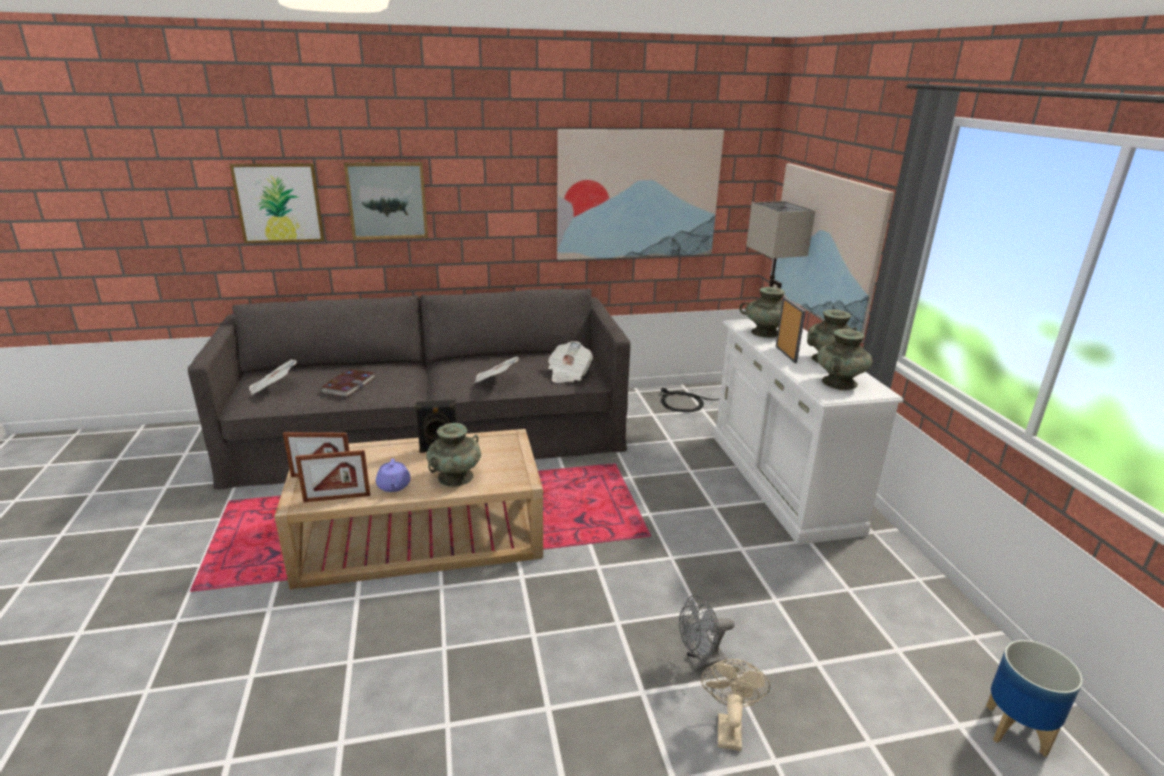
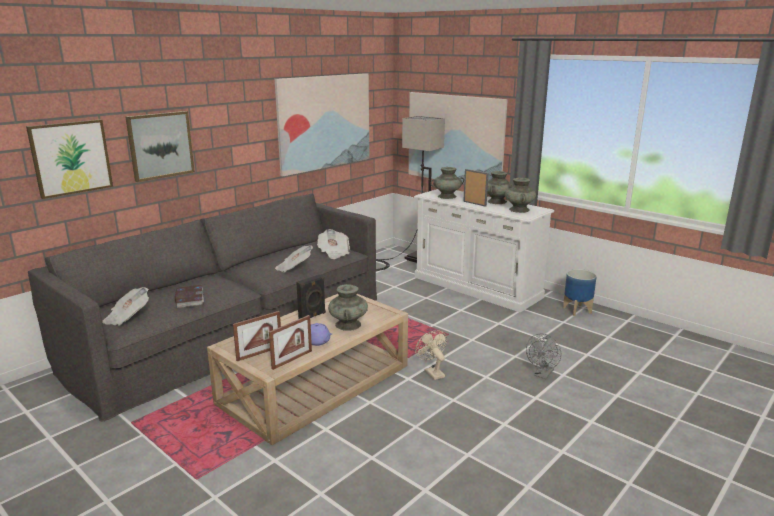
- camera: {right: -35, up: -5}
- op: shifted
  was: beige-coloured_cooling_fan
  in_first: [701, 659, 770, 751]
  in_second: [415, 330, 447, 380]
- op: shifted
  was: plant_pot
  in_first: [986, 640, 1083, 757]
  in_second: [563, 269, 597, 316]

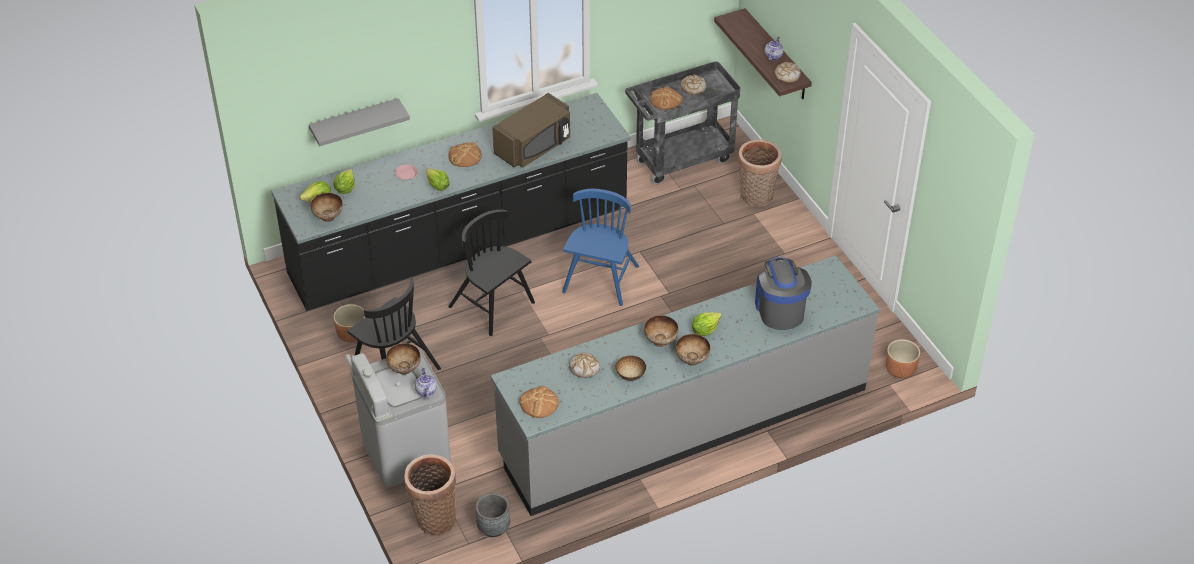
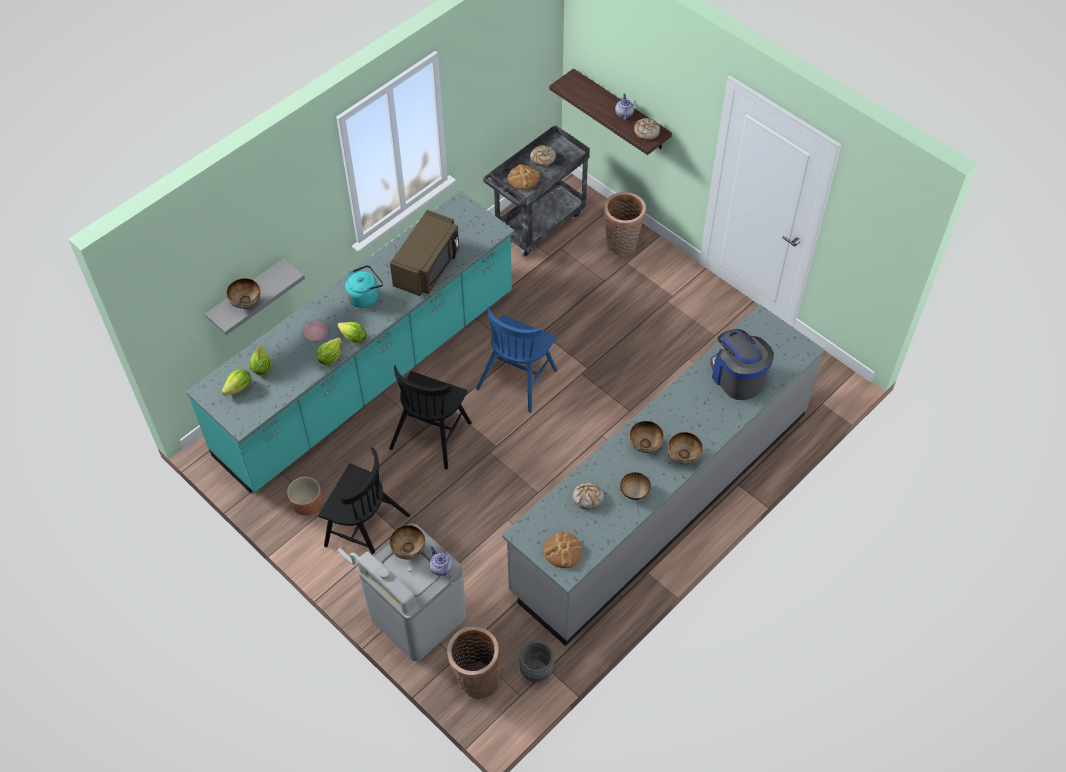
- camera: {right: -20, up: 10}
- op: repainted
  was: black-coloured_kitchen_counter
  now: blue-green_kitchen_counter
  in_first: [271, 93, 630, 311]
  in_second: [186, 191, 515, 493]
- op: shifted
  was: deep_dish
  in_first: [310, 193, 343, 222]
  in_second: [226, 278, 260, 309]
- op: shifted
  was: head_of_lettuce
  in_first: [692, 312, 722, 336]
  in_second: [317, 338, 342, 365]
- op: swapped
  was: bread
  now: blue-green_tea_kettle
  in_first: [448, 142, 482, 167]
  in_second: [345, 265, 383, 308]
- op: rotated
  was: black-coloured_chair
  in_first: [448, 210, 535, 336]
  in_second: [389, 365, 472, 470]
  clockwise: -90
- op: rotated
  was: bluish_chair
  in_first: [562, 189, 639, 306]
  in_second: [476, 306, 557, 413]
  clockwise: -150
- op: gone
  was: brownish_plant_pot
  in_first: [886, 339, 920, 378]

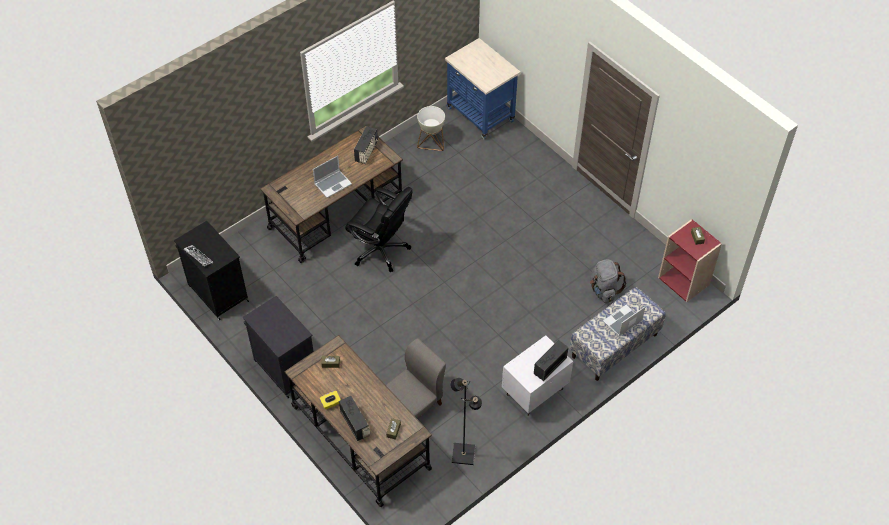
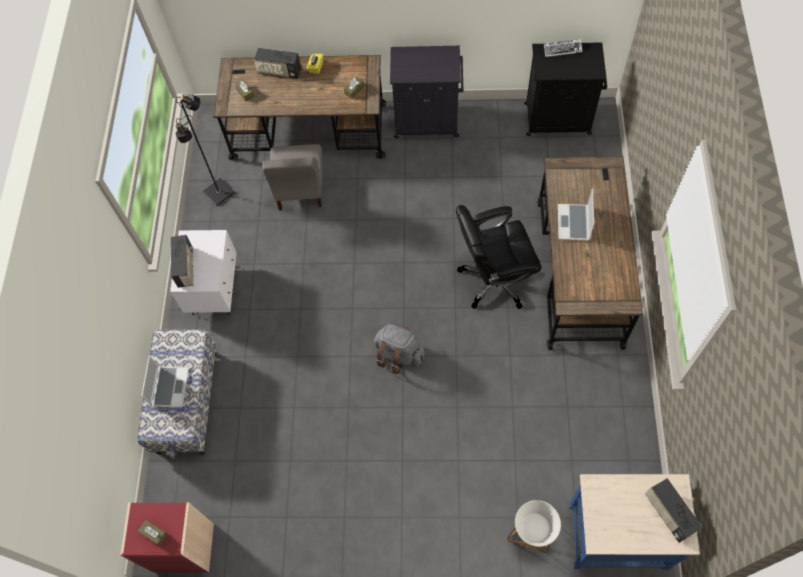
- camera: {right: 135, up: 10}
- op: shifted
  was: gray_backpack
  in_first: [590, 259, 627, 303]
  in_second: [374, 324, 425, 374]
- op: shifted
  was: plant_pot
  in_first: [417, 106, 445, 151]
  in_second: [507, 500, 561, 553]
- op: shifted
  was: radio_receiver
  in_first: [354, 126, 378, 164]
  in_second: [645, 478, 702, 543]

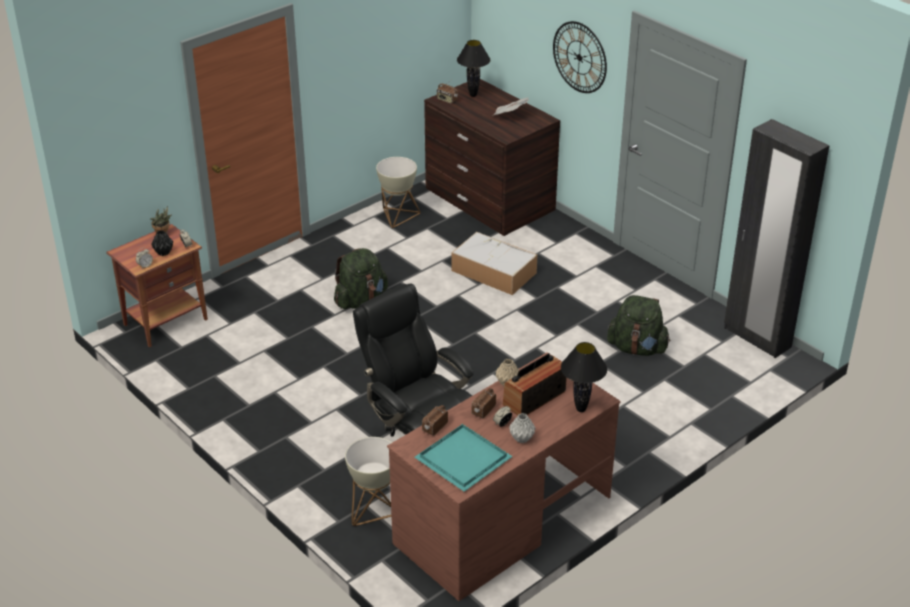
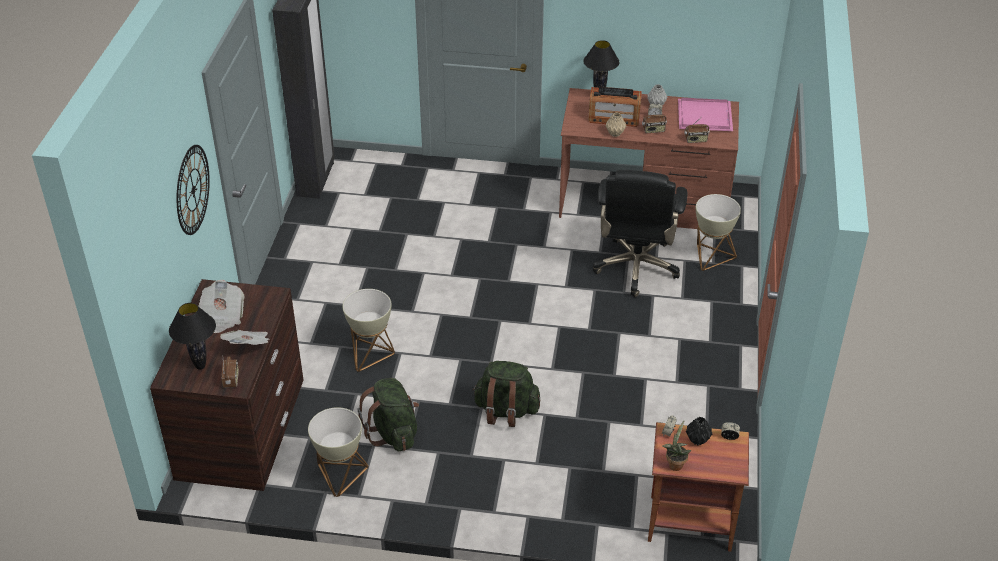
- camera: {right: -130, up: 5}
- op: new
  now: printed_paper
  in_second: [220, 330, 269, 345]
- op: swapped
  was: storage_bin
  now: plant_pot
  in_first: [451, 232, 537, 295]
  in_second: [342, 289, 395, 372]
- op: shifted
  was: green-coloured_backpack
  in_first: [607, 295, 670, 356]
  in_second: [357, 378, 419, 451]
- op: repainted
  was: blue-green_serving_tray
  now: pinkish_serving_tray
  in_first: [415, 424, 513, 492]
  in_second: [678, 98, 733, 131]

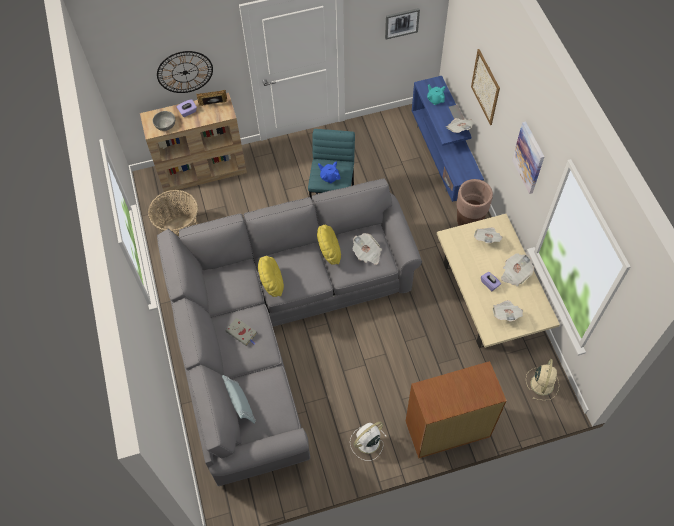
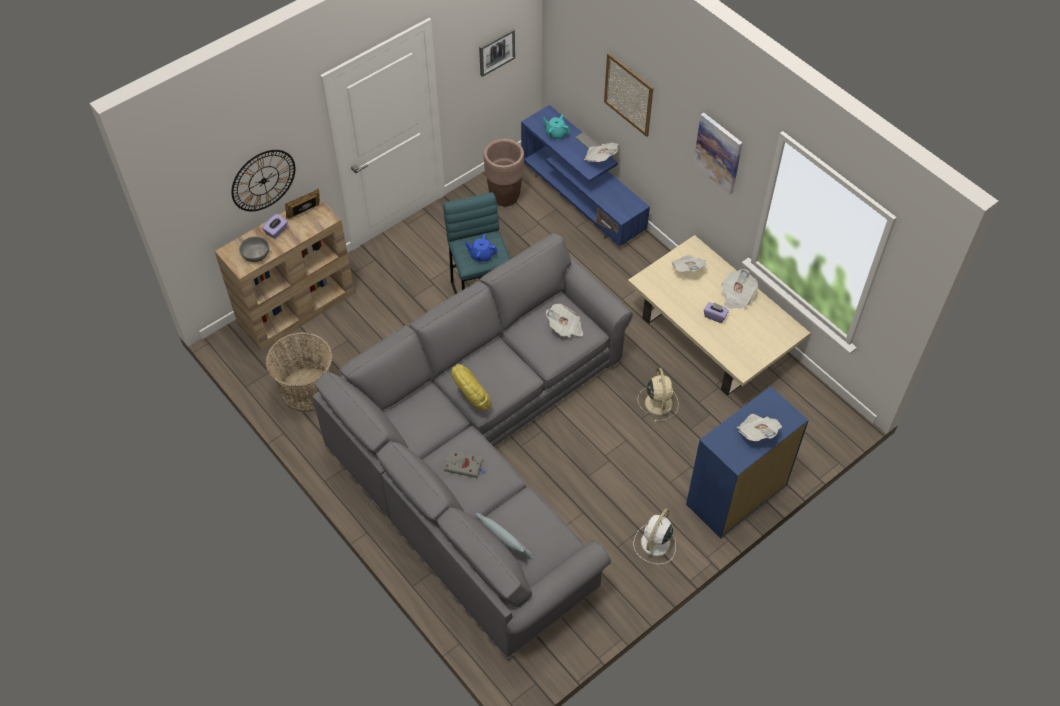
- camera: {right: -25, up: -5}
- op: shifted
  was: brownish_plant_pot
  in_first: [457, 179, 493, 226]
  in_second: [484, 139, 524, 206]
- op: shifted
  was: beige-coloured_cooling_fan
  in_first: [526, 359, 559, 400]
  in_second: [637, 368, 679, 422]
- op: repainted
  was: brownish_cupboard
  now: bluish_cupboard
  in_first: [406, 361, 507, 458]
  in_second: [686, 386, 809, 539]
- op: shifted
  was: printed_paper
  in_first: [493, 300, 523, 322]
  in_second: [737, 414, 782, 441]
- op: gone
  was: yellow_throw_pillow
  in_first: [317, 225, 341, 265]

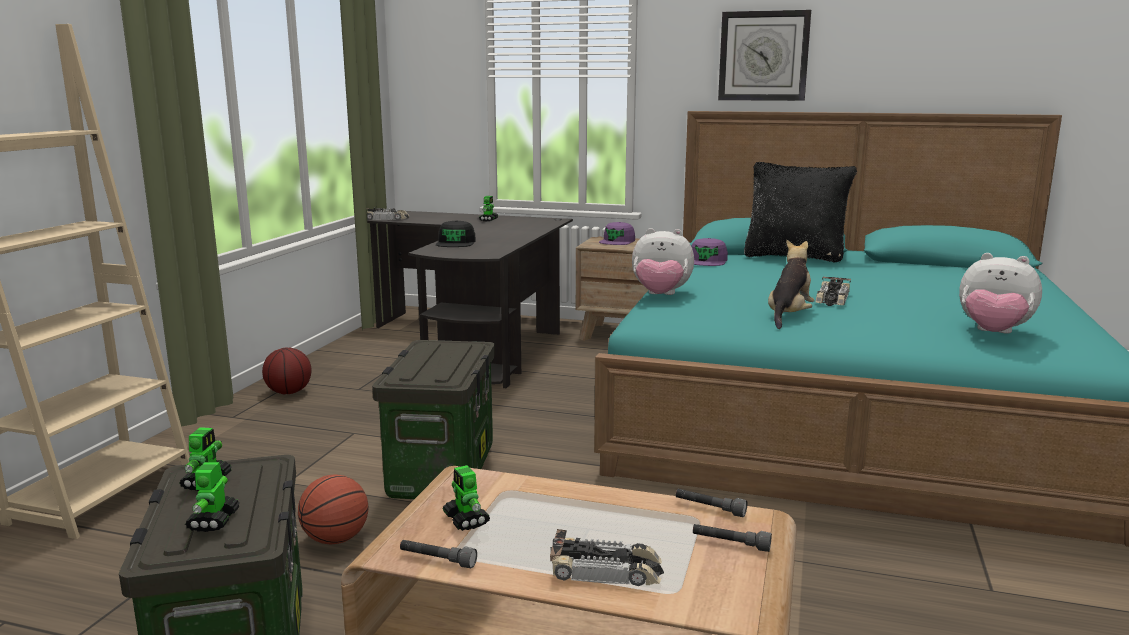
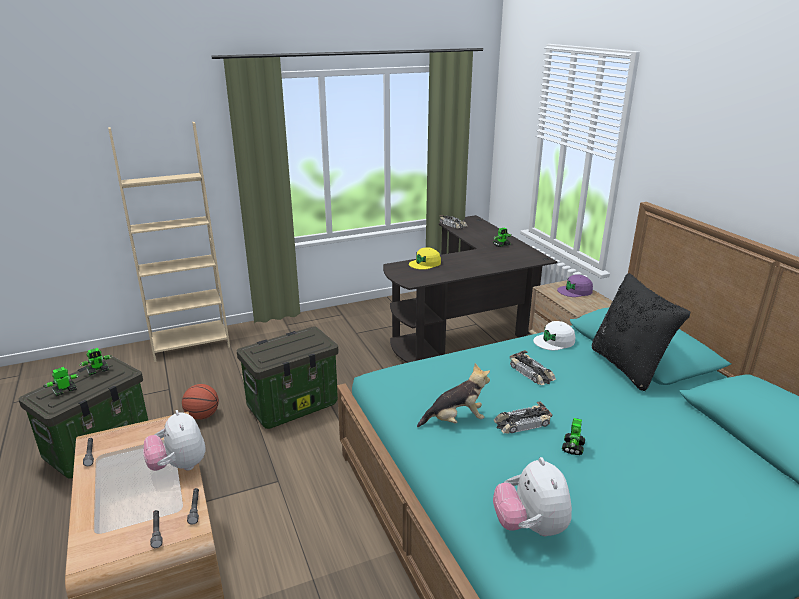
- camera: {right: 50, up: 10}
- op: shifted
  was: cuddly_toy
  in_first: [632, 228, 694, 295]
  in_second: [143, 410, 205, 471]
- op: repainted
  was: black-coloured_baseball_cap
  now: yellow_baseball_cap
  in_first: [436, 220, 475, 247]
  in_second: [409, 248, 441, 270]
- op: shifted
  was: model_car
  in_first: [550, 529, 664, 586]
  in_second: [510, 350, 556, 385]
- op: repainted
  was: purple-coloured_baseball_cap
  now: whitish_baseball_cap
  in_first: [691, 238, 728, 266]
  in_second: [533, 321, 575, 351]
- op: shifted
  was: toy_robot
  in_first: [442, 465, 490, 531]
  in_second: [562, 418, 585, 455]
- op: gone
  was: basketball_ball
  in_first: [262, 347, 311, 394]
- op: gone
  was: clock_on_the_wall
  in_first: [718, 10, 811, 101]

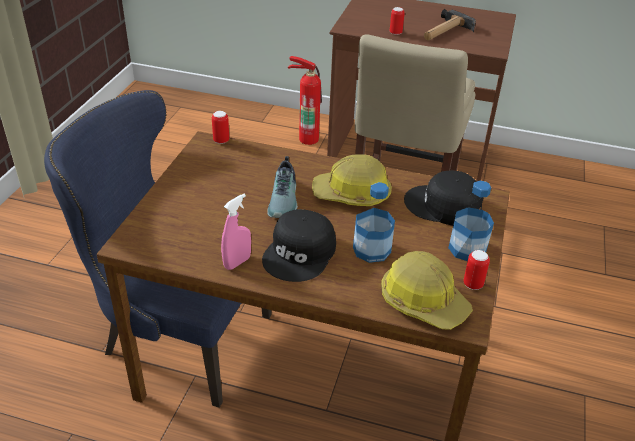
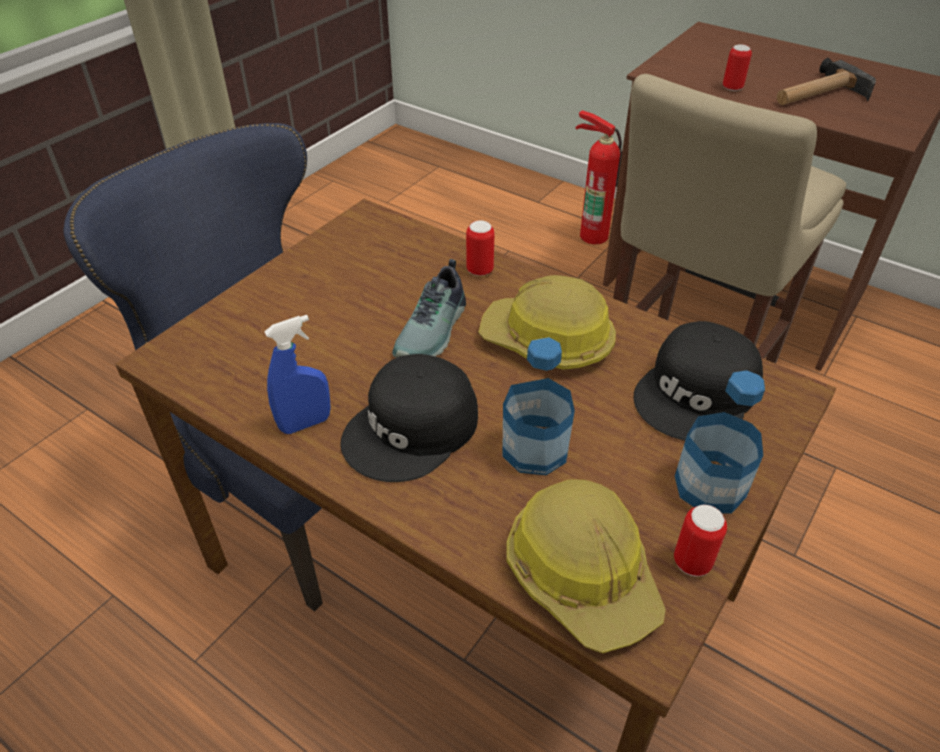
- camera: {right: 20, up: 5}
- op: repainted
  was: pinkish_hand_sprayer
  now: bluish_hand_sprayer
  in_first: [221, 194, 251, 270]
  in_second: [264, 315, 331, 434]
- op: shifted
  was: metal_can
  in_first: [212, 111, 229, 144]
  in_second: [466, 220, 494, 276]
- op: rotated
  was: black-coloured_baseball_cap
  in_first: [404, 171, 483, 226]
  in_second: [634, 321, 763, 441]
  clockwise: -90

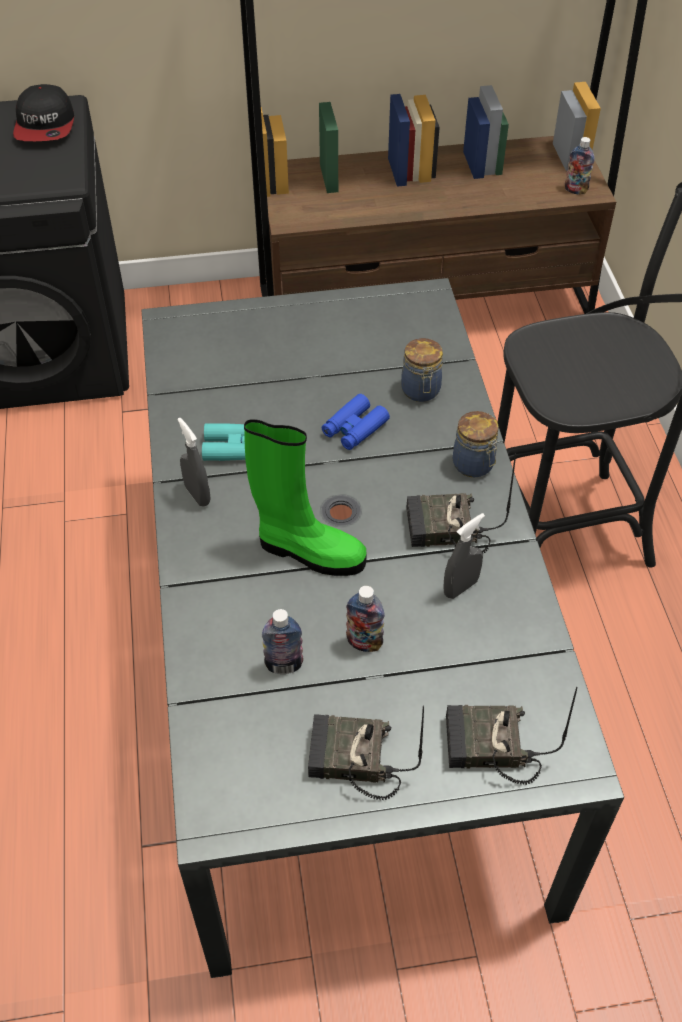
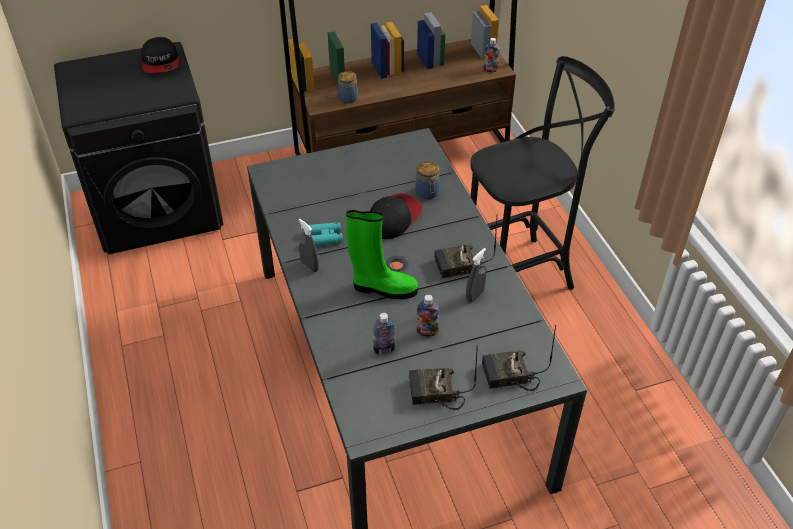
- camera: {right: -10, up: -5}
- op: shifted
  was: storage_jar
  in_first: [453, 411, 499, 477]
  in_second: [338, 71, 358, 103]
- op: swapped
  was: bluish_pair_of_binoculars
  now: baseball_cap
  in_first: [322, 394, 390, 450]
  in_second: [370, 193, 422, 239]

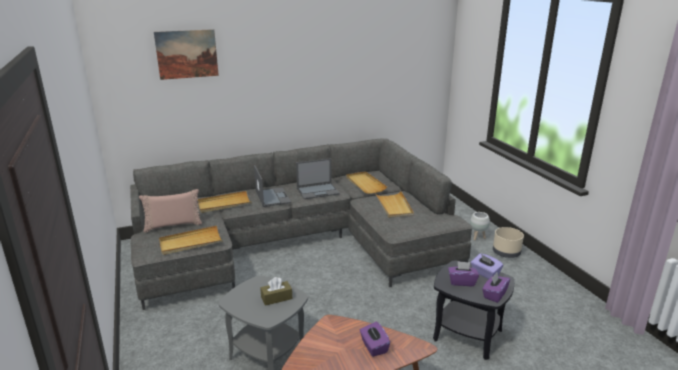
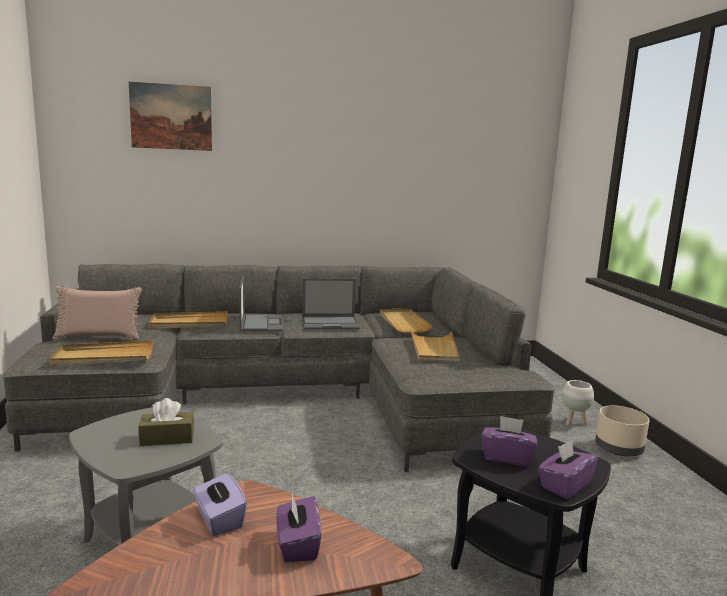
- camera: {right: 10, up: -10}
- op: shifted
  was: purple-coloured_tissue_holder
  in_first: [471, 253, 503, 279]
  in_second: [193, 473, 247, 536]

